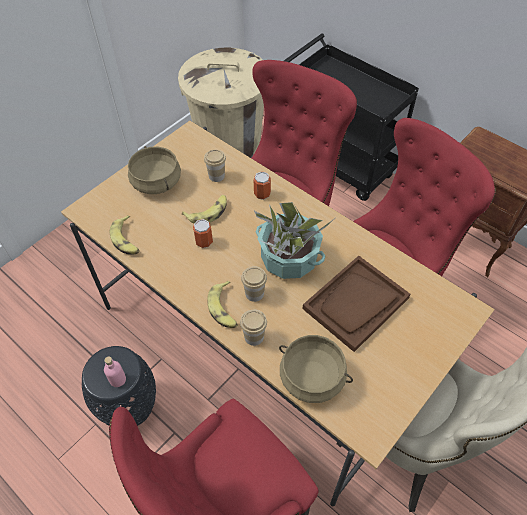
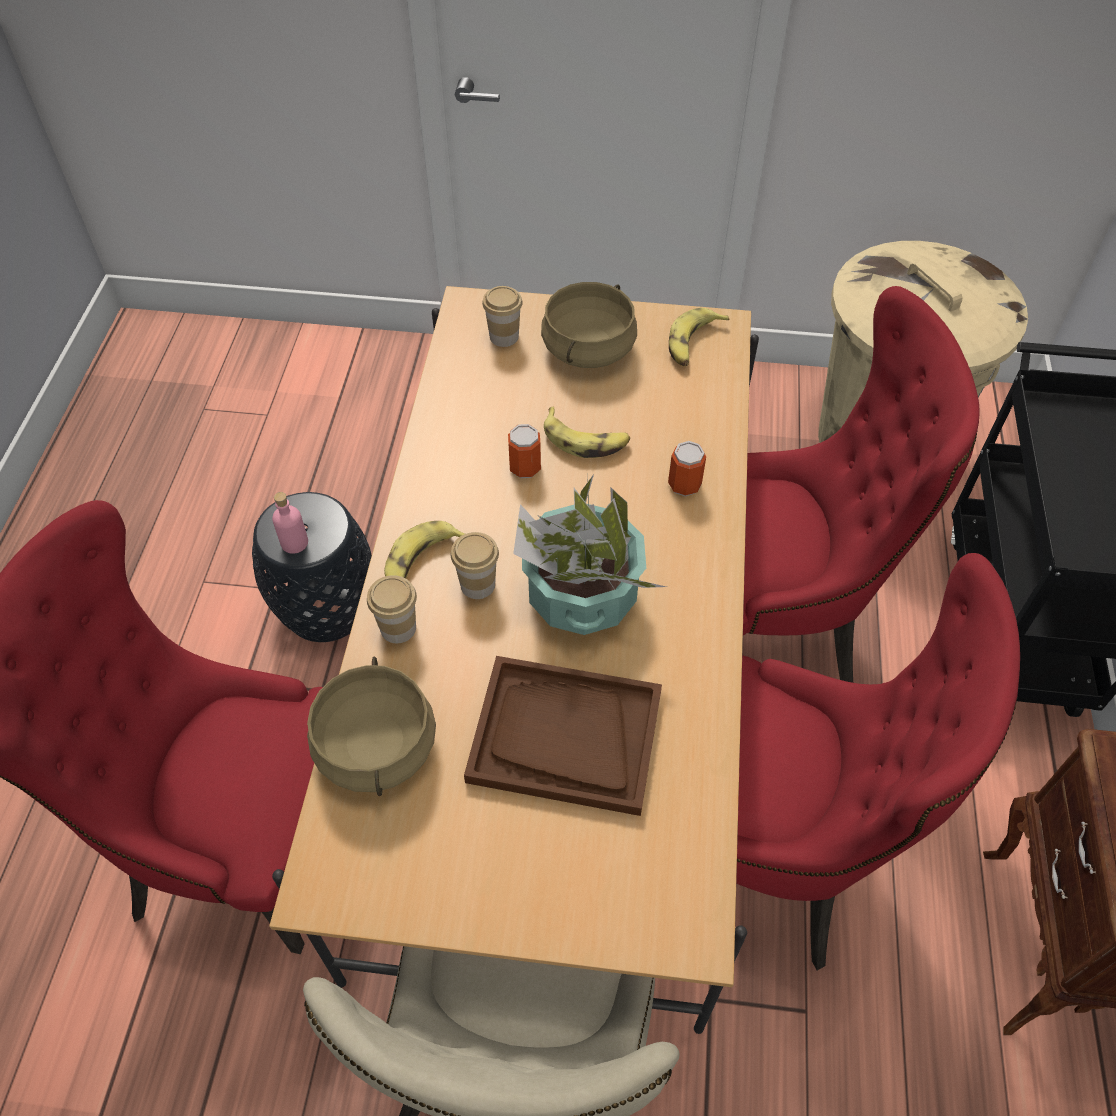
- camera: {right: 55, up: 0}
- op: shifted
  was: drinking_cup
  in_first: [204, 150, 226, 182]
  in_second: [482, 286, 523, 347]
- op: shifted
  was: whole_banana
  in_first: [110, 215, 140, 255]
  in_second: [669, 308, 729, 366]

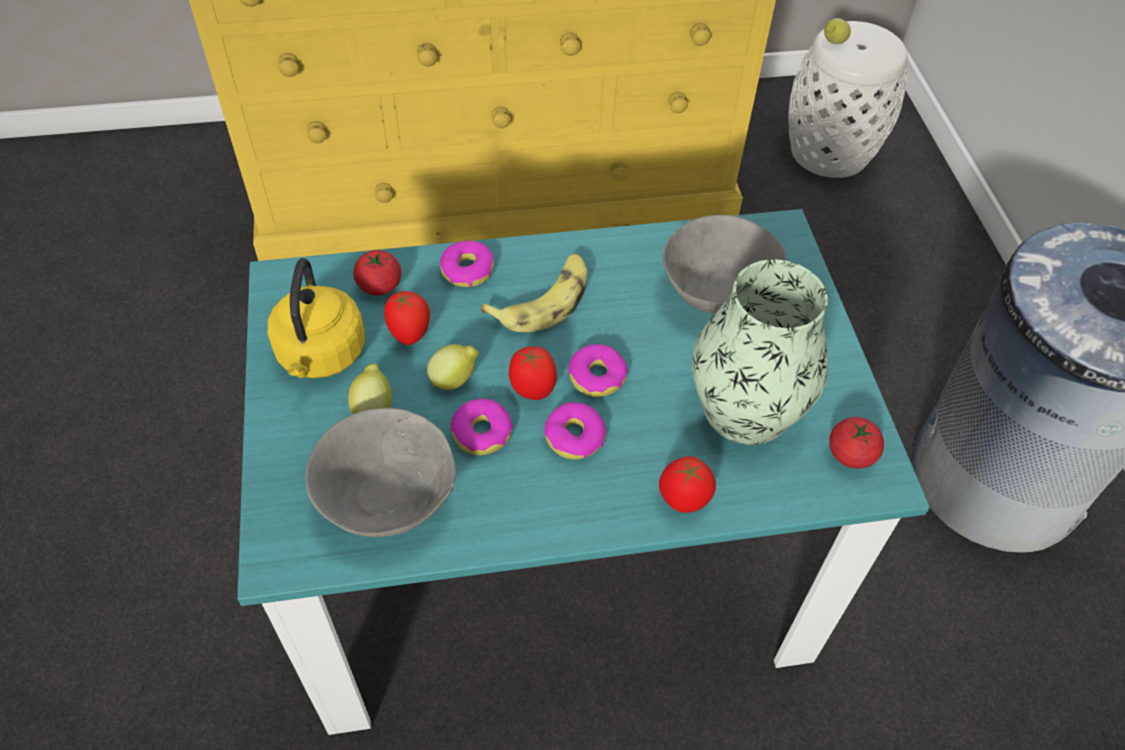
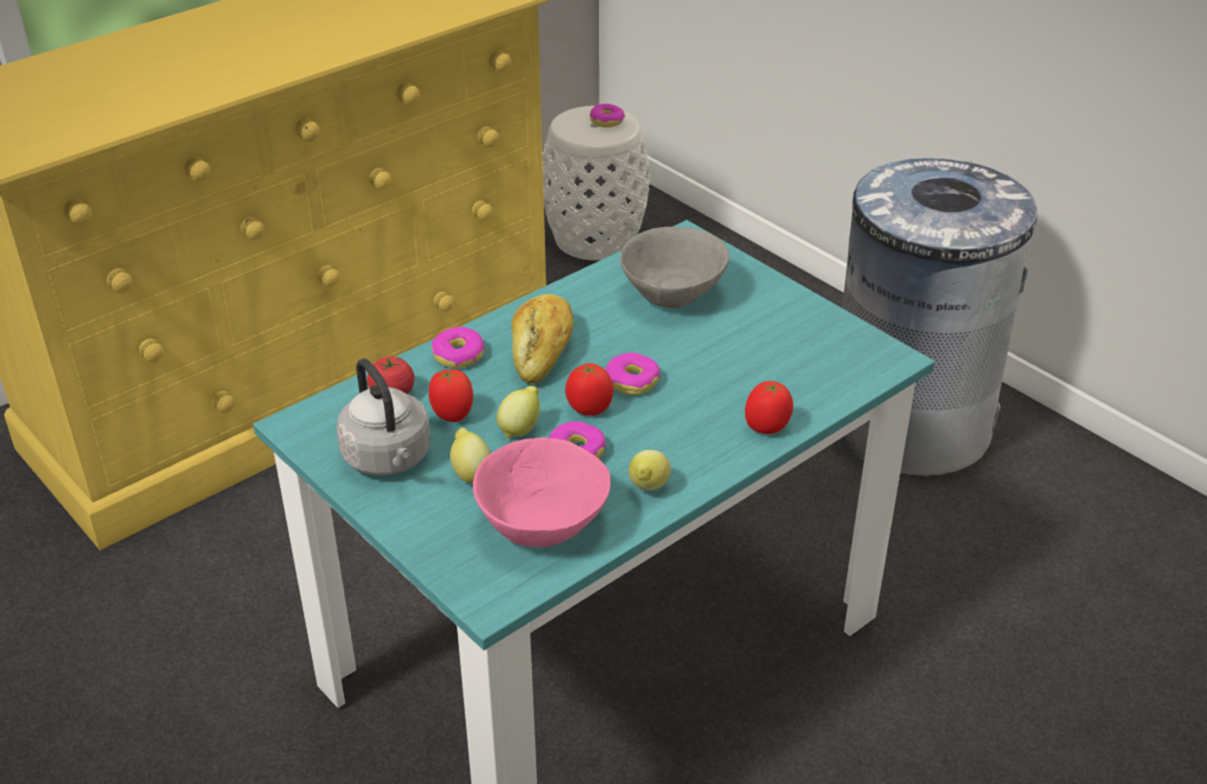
- camera: {right: -30, up: -15}
- op: repainted
  was: yellow_tea_kettle
  now: gray_tea_kettle
  in_first: [268, 258, 365, 378]
  in_second: [337, 358, 430, 476]
- op: repainted
  was: gray_deep_dish
  now: pinkish_deep_dish
  in_first: [305, 408, 456, 537]
  in_second: [473, 437, 611, 547]
- op: swapped
  was: whole_banana
  now: bread
  in_first: [481, 254, 587, 332]
  in_second: [511, 294, 573, 383]
- op: shifted
  was: doughnut
  in_first: [544, 402, 606, 459]
  in_second: [590, 104, 625, 127]
- op: shifted
  was: lemon
  in_first: [824, 18, 851, 44]
  in_second: [629, 450, 671, 491]
- op: gone
  was: vase
  in_first: [692, 259, 828, 445]
- op: gone
  was: whole_tomato
  in_first: [829, 417, 884, 468]

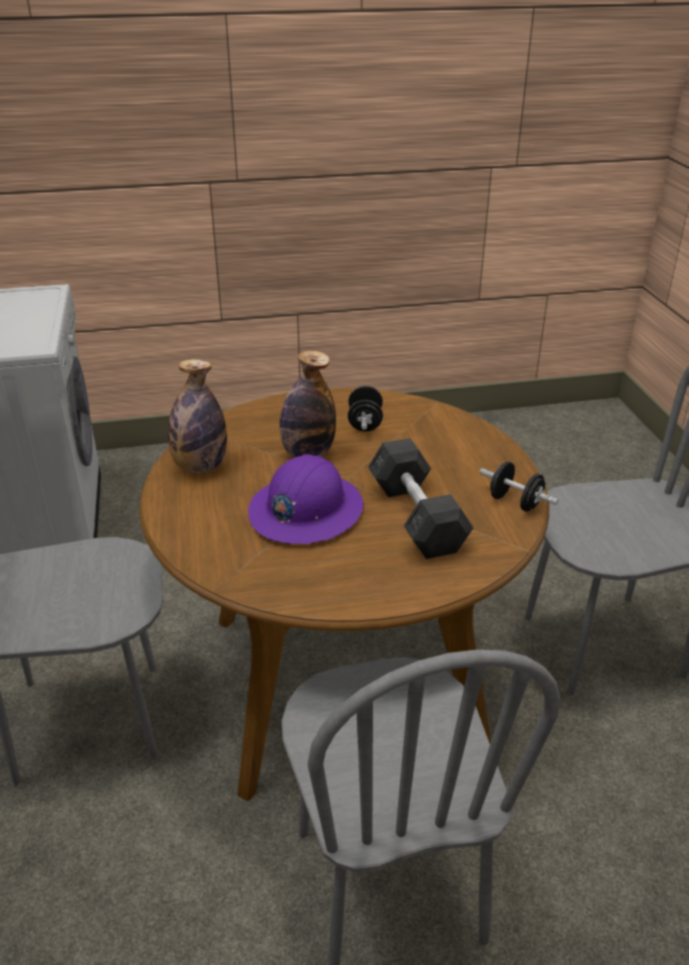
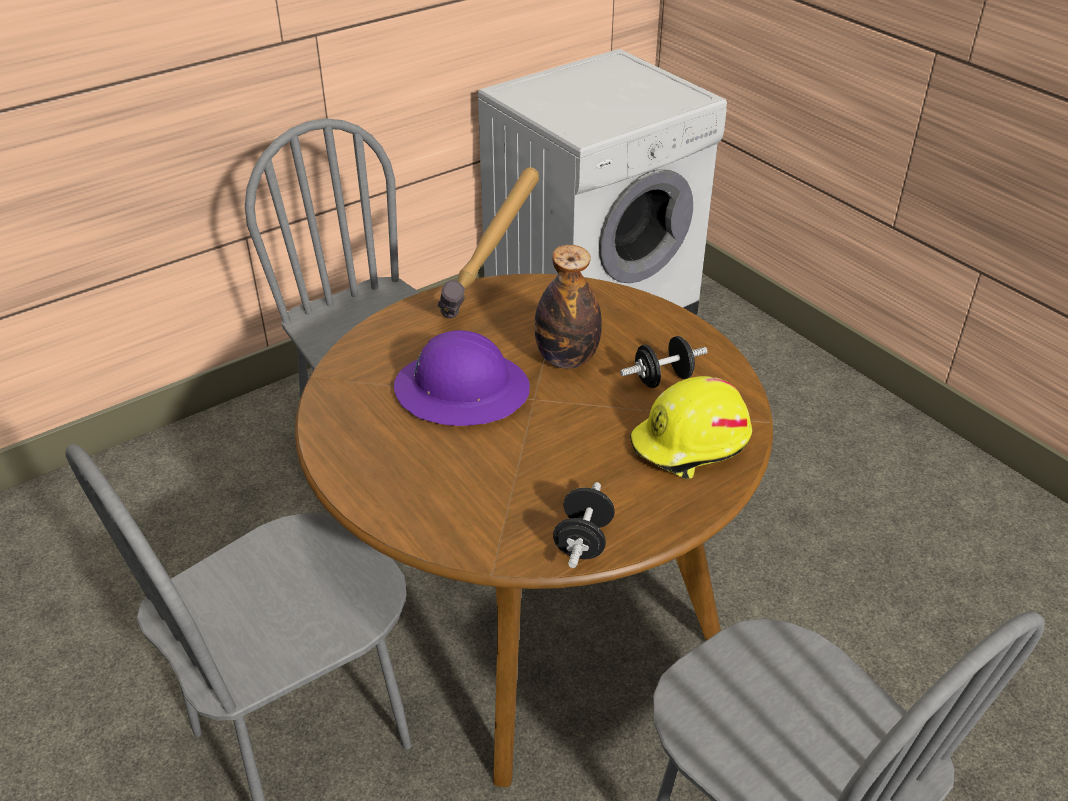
- camera: {right: 65, up: 5}
- op: swapped
  was: bottle
  now: hammer
  in_first: [168, 359, 227, 473]
  in_second: [438, 167, 539, 318]
- op: new
  now: yellow_safety_helmet
  in_second: [630, 376, 752, 479]
- op: gone
  was: gray_hand_weight
  in_first: [368, 438, 473, 559]

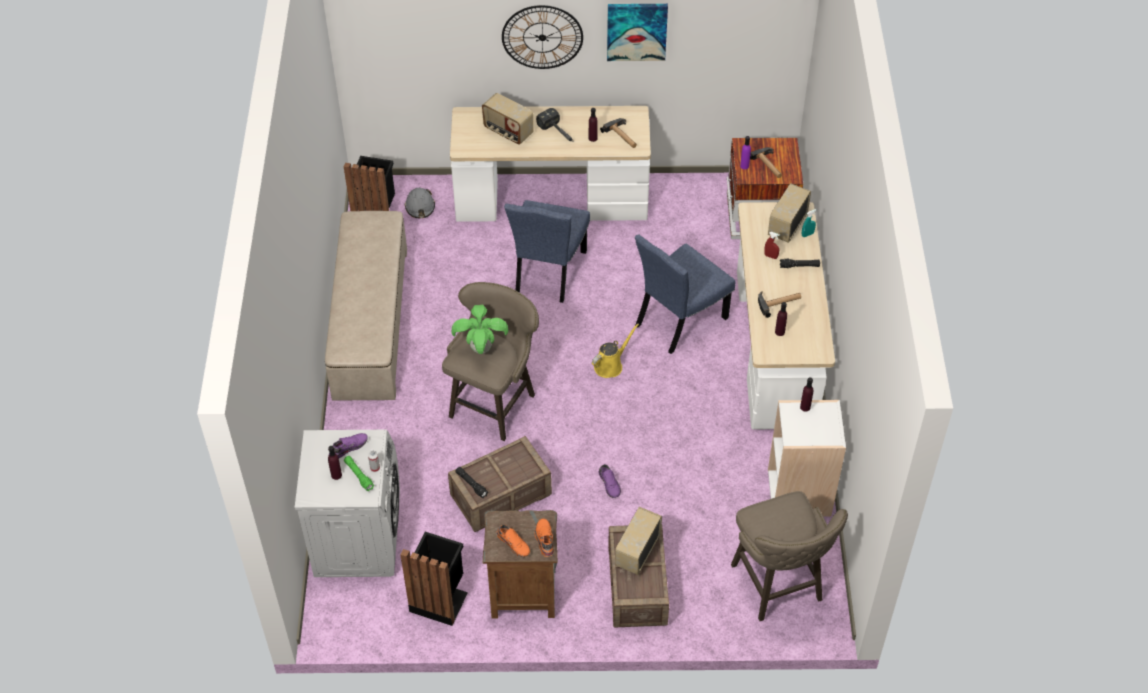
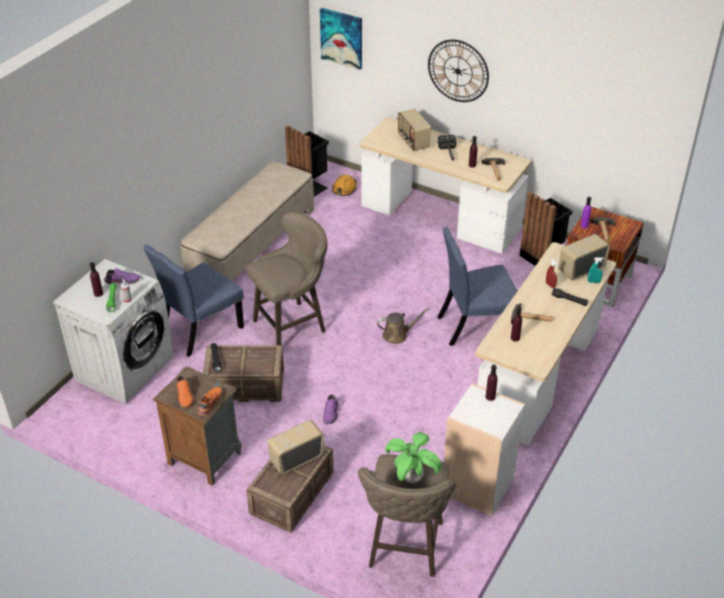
- camera: {right: 30, up: -10}
- op: shifted
  was: bluish_chair
  in_first: [504, 200, 590, 303]
  in_second: [143, 245, 244, 357]
- op: shifted
  was: wall_picture
  in_first: [607, 4, 668, 61]
  in_second: [320, 8, 362, 70]
- op: repainted
  was: gray_safety_helmet
  now: orange_safety_helmet
  in_first: [405, 188, 435, 218]
  in_second: [332, 174, 357, 196]
- op: repainted
  was: yellow_sprinkling_can
  now: brownish_sprinkling_can
  in_first: [592, 323, 639, 378]
  in_second: [377, 308, 430, 344]
- op: shifted
  was: plant_in_a_pot
  in_first: [451, 305, 508, 354]
  in_second: [385, 432, 441, 483]
- op: shifted
  was: black-coloured_rubbish_bin
  in_first: [401, 532, 468, 626]
  in_second: [519, 192, 573, 266]

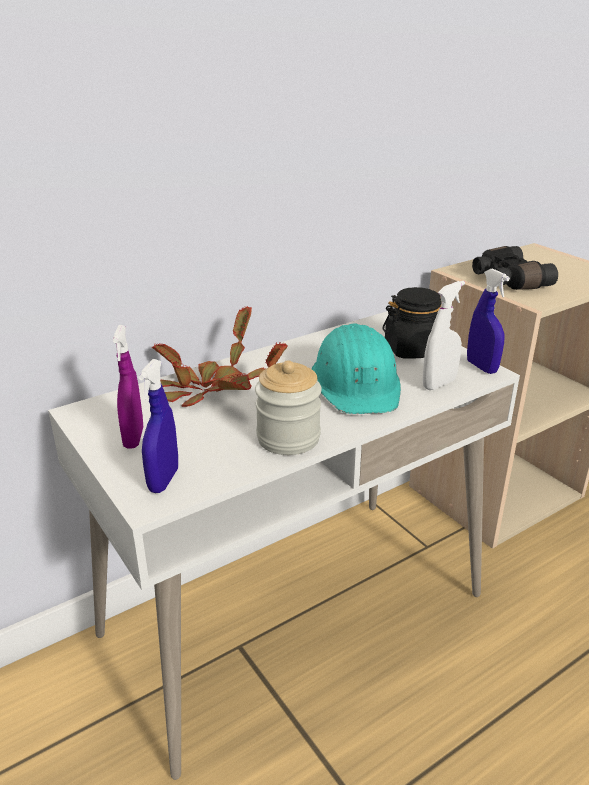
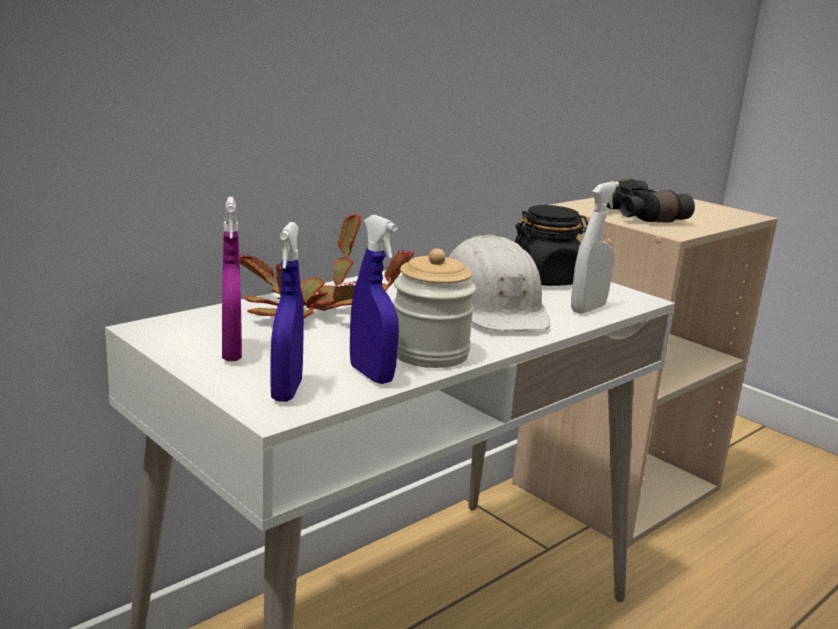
- camera: {right: -10, up: -10}
- op: shifted
  was: bluish_hand_sprayer
  in_first: [467, 268, 510, 374]
  in_second: [350, 215, 399, 384]
- op: repainted
  was: blue-green_safety_helmet
  now: whitish_safety_helmet
  in_first: [312, 323, 401, 414]
  in_second: [448, 235, 550, 331]

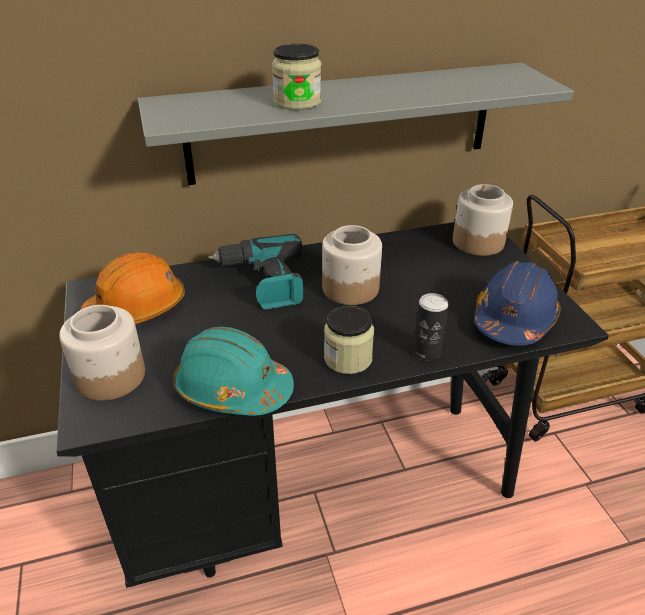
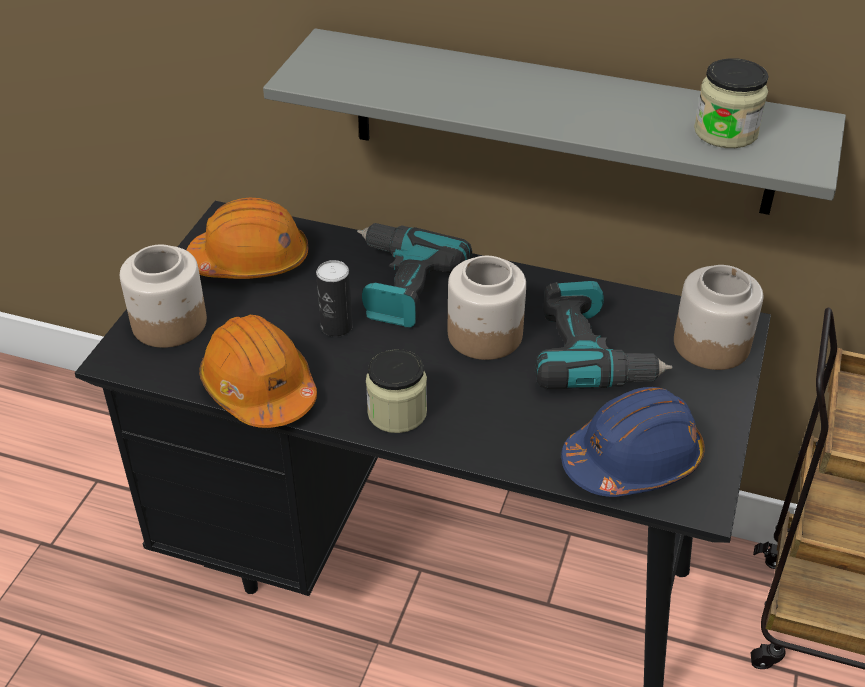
- camera: {right: 35, up: 5}
- op: repainted
  was: blue-green_safety_helmet
  now: orange_safety_helmet
  in_first: [173, 327, 294, 416]
  in_second: [199, 315, 317, 428]
- op: shifted
  was: metal_can
  in_first: [413, 293, 448, 361]
  in_second: [316, 260, 353, 337]
- op: new
  now: power_drill
  in_second: [535, 281, 672, 389]
- op: shifted
  was: storage_jar
  in_first: [272, 44, 321, 110]
  in_second: [694, 58, 769, 148]

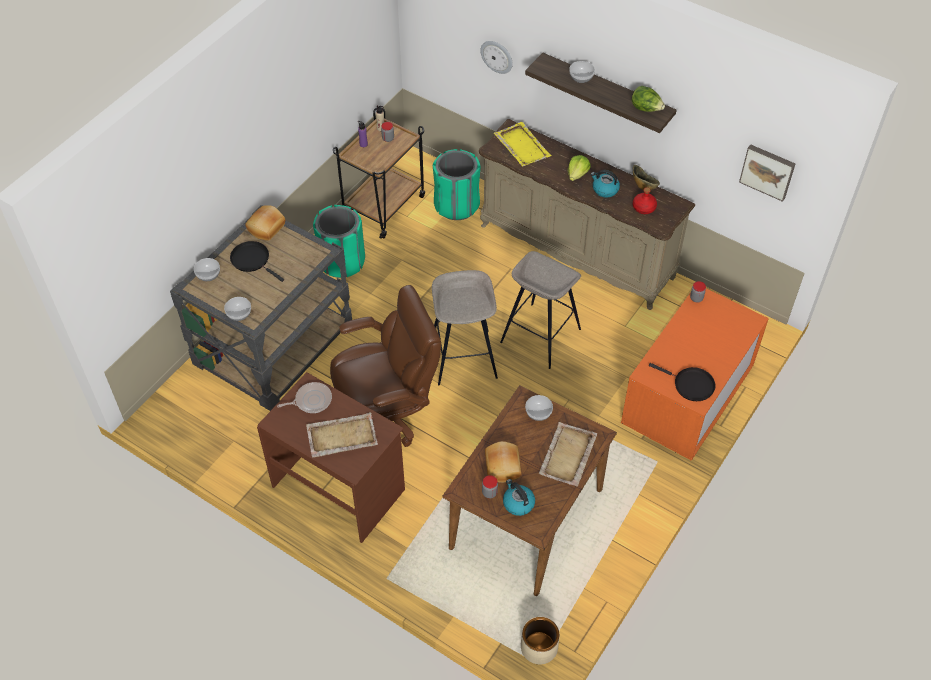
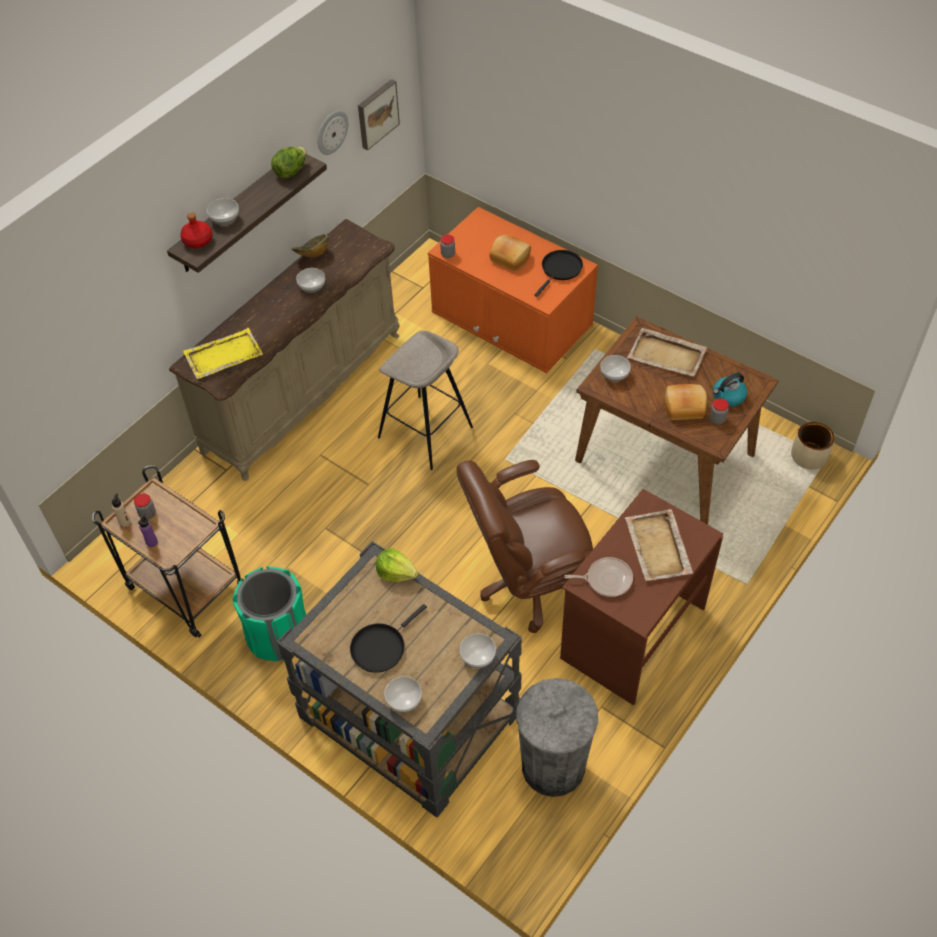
- camera: {right: -85, up: 0}
- op: shifted
  was: red-coloured_bottle
  in_first: [633, 188, 657, 214]
  in_second: [180, 212, 212, 248]
- op: swapped
  was: tea_kettle
  now: deep_dish
  in_first: [591, 170, 620, 198]
  in_second: [296, 268, 325, 293]
- op: shifted
  was: clock_on_the_wall
  in_first: [480, 41, 513, 74]
  in_second: [318, 111, 348, 155]
- op: shifted
  was: head_of_lettuce
  in_first: [568, 155, 591, 181]
  in_second: [376, 548, 418, 582]
- op: rotated
  was: brownish_computer_chair
  in_first: [330, 285, 441, 447]
  in_second: [457, 460, 593, 633]
  clockwise: -90
- op: shifted
  was: bread
  in_first: [245, 205, 285, 241]
  in_second: [490, 235, 531, 271]
- op: new
  now: gray_rubbish_bin
  in_second: [516, 678, 598, 797]
- op: rotated
  was: pan
  in_first: [277, 382, 332, 413]
  in_second: [564, 557, 633, 597]
  clockwise: 105
- op: gone
  was: gray_stool_seat
  in_first: [432, 270, 498, 385]
- op: gone
  was: green-coloured_rubbish_bin
  in_first: [433, 149, 481, 220]

